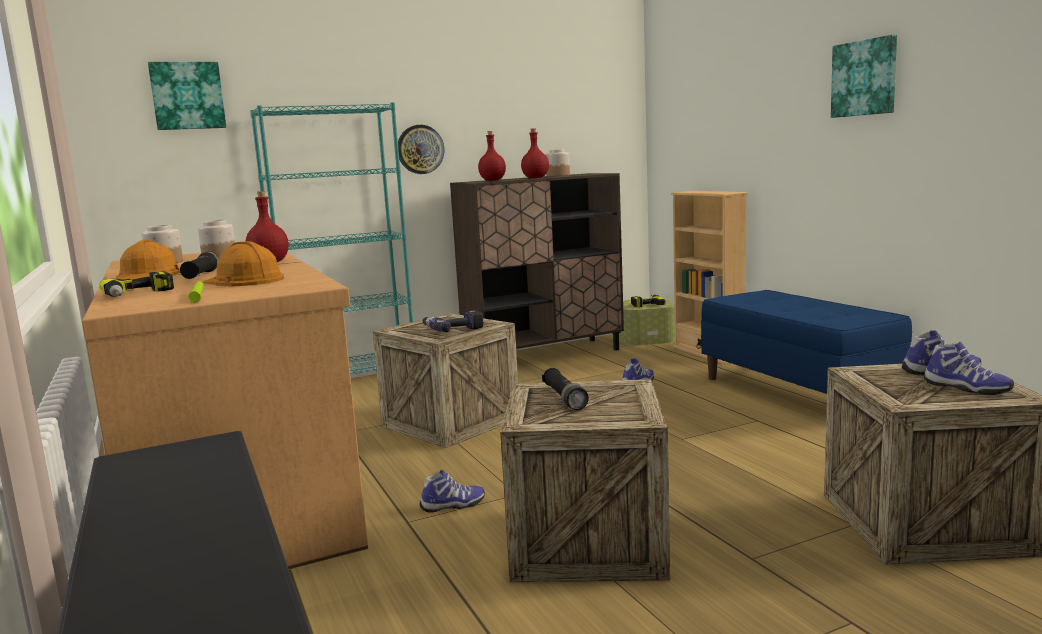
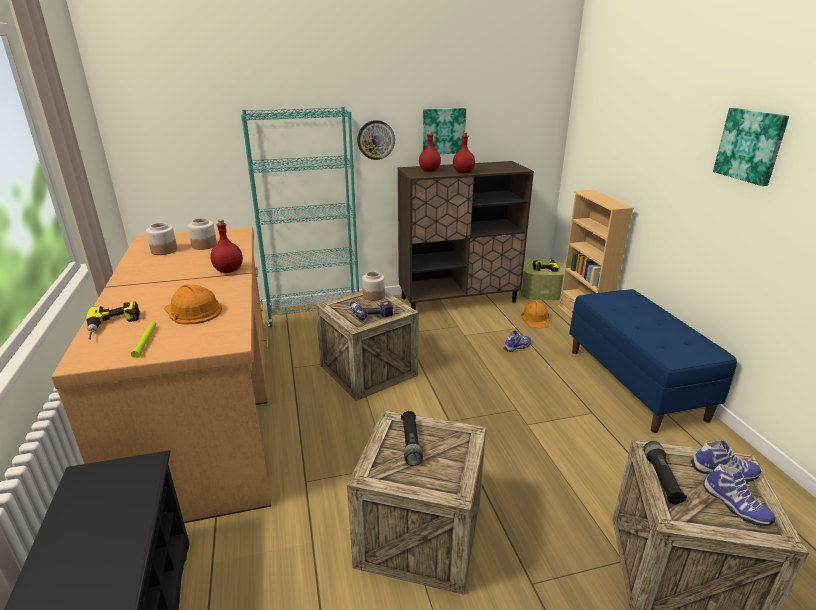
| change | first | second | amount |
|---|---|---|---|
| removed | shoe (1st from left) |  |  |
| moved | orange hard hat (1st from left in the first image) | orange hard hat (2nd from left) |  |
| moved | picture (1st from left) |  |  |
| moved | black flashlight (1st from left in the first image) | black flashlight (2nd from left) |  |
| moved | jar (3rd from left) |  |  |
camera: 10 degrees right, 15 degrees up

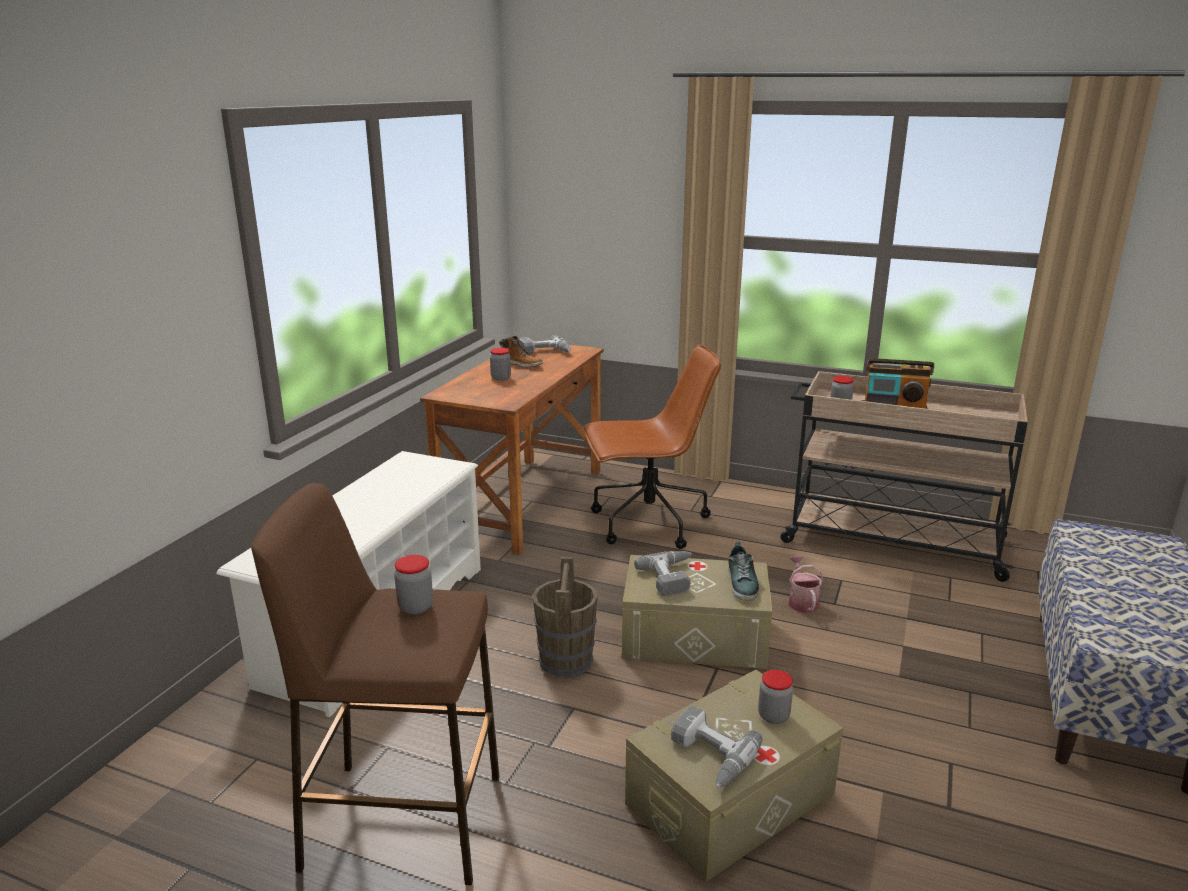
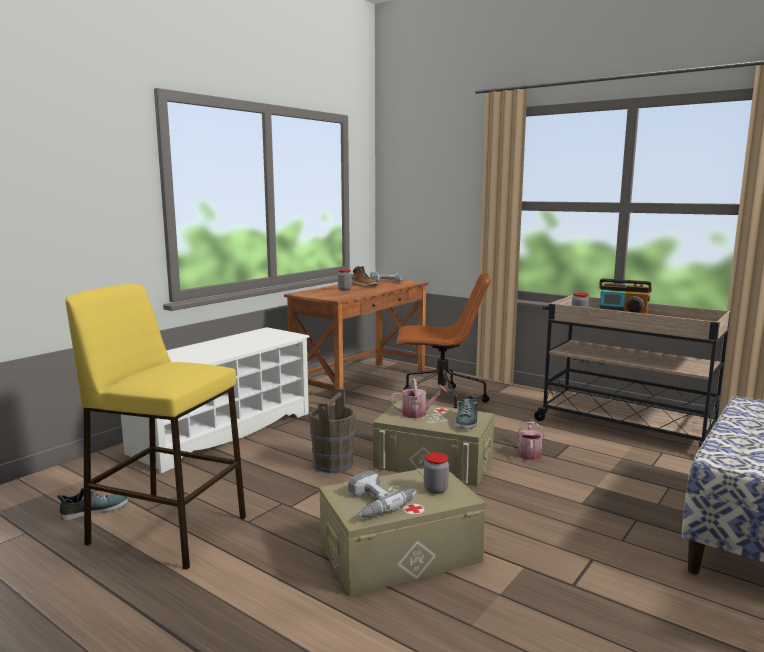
| change | first | second | amount |
|---|---|---|---|
| removed | jar (1st from left) |  |  |
| added |  | shoe (1st from left) |  |
| replaced | power drill (2nd from left) | watering can (1st from left) |  |
| recoloured | brown stool | yellow stool |  |
camera: 15 degrees right, 10 degrees down

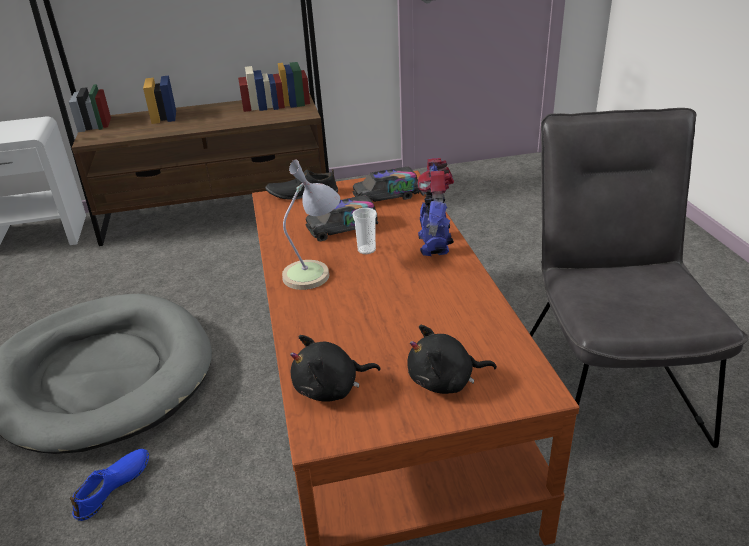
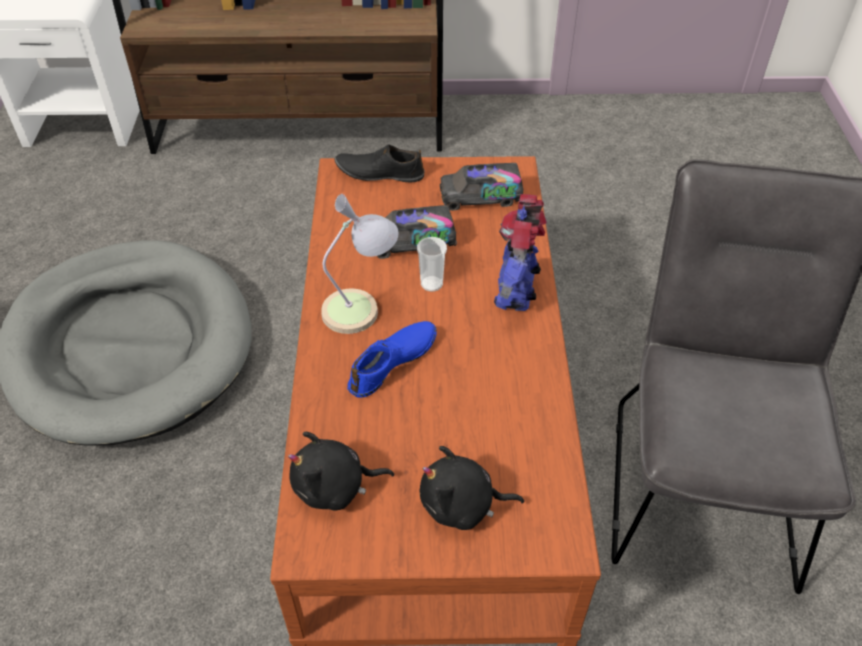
| change | first | second | amount |
|---|---|---|---|
| moved | blue shoe |  |  |
camera: 10 degrees right, 15 degrees up

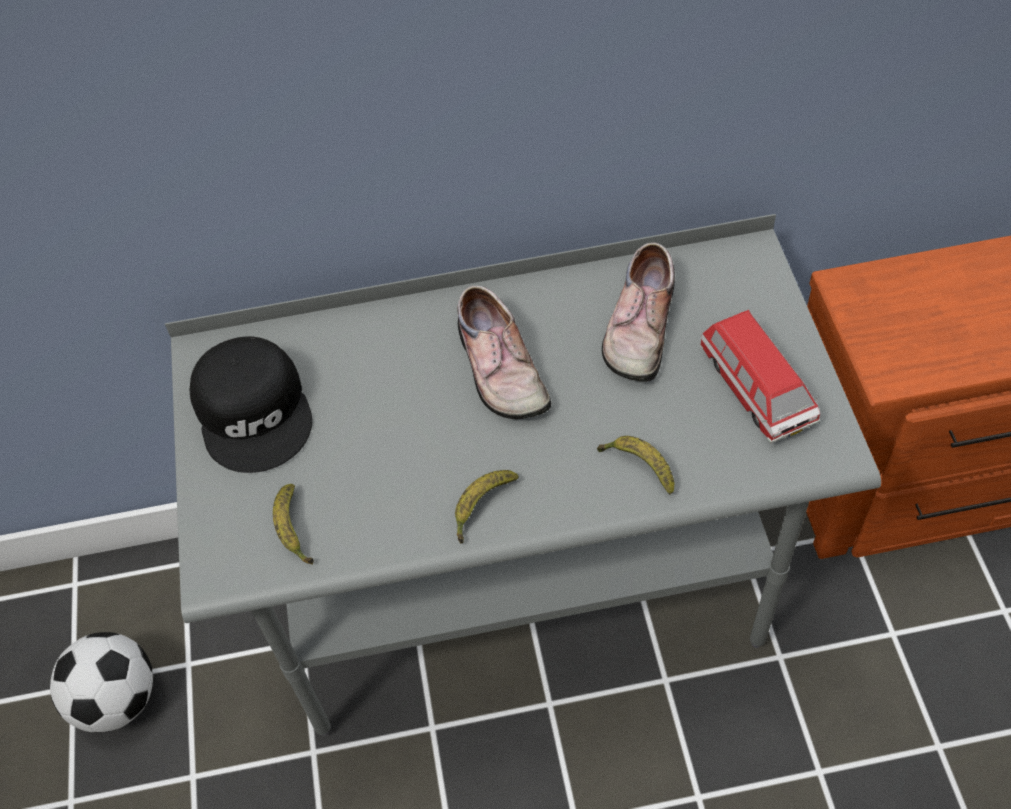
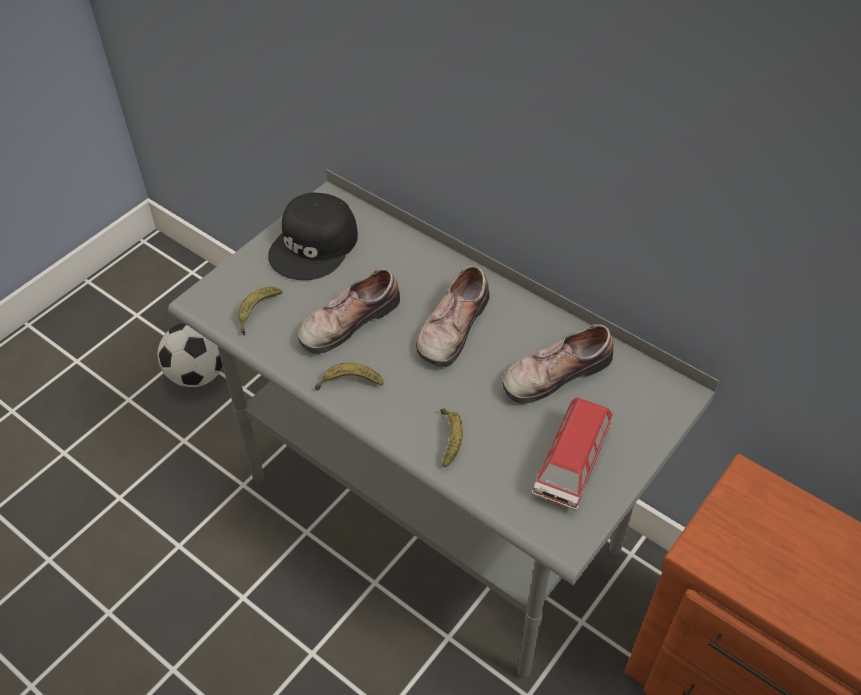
| change | first | second | amount |
|---|---|---|---|
| added |  | shoe (1st from left) |  |
camera: 45 degrees right, 5 degrees down

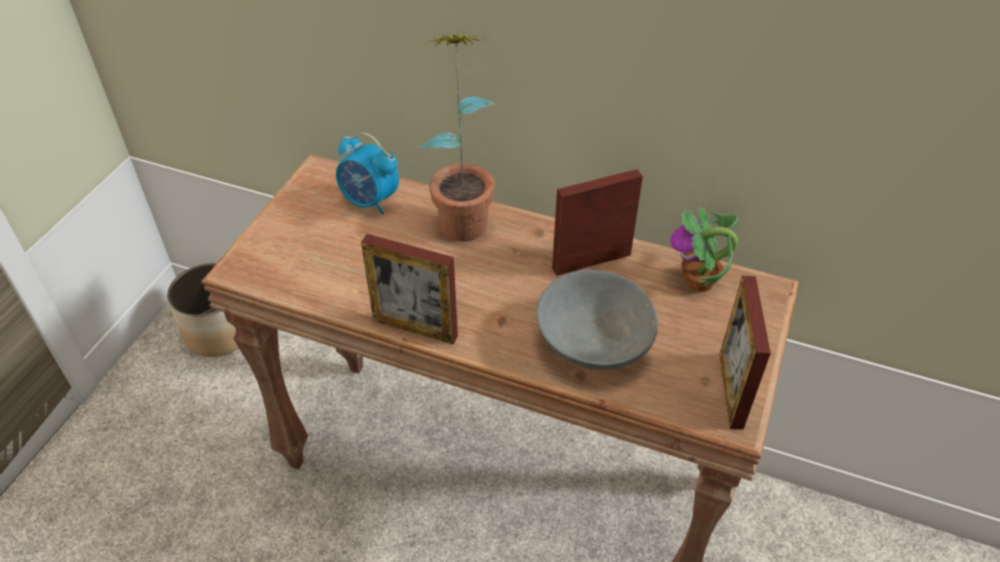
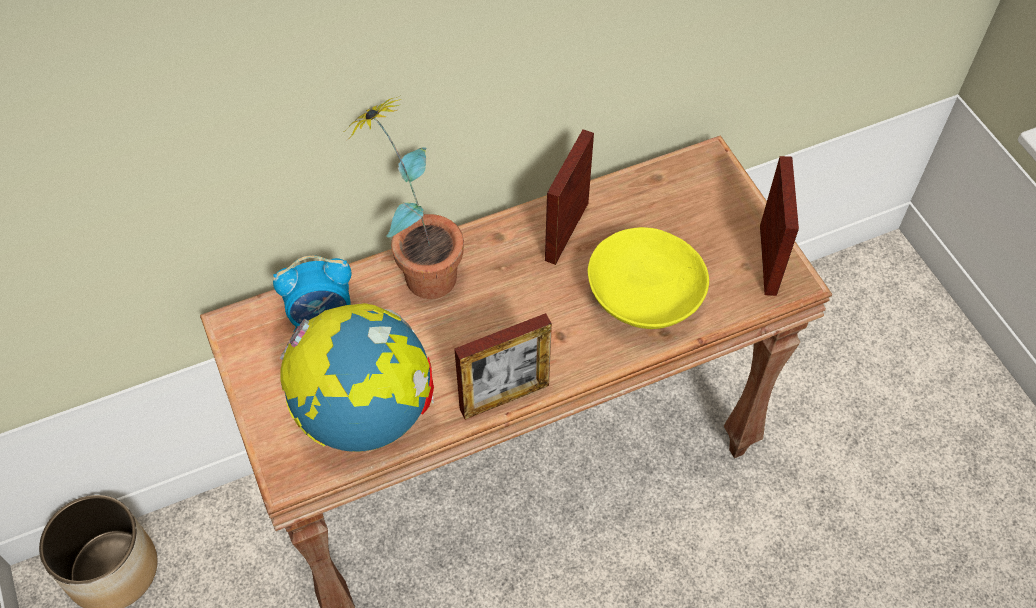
| change | first | second | amount |
|---|---|---|---|
| removed | potted plant (2nd from left) |  |  |
| added |  | globe |  |
| recoloured | grey bowl | yellow bowl |  |
| turned | picture frame (3rd from left) |  | 135 degrees counterclockwise |
camera: 45 degrees left, 10 degrees up

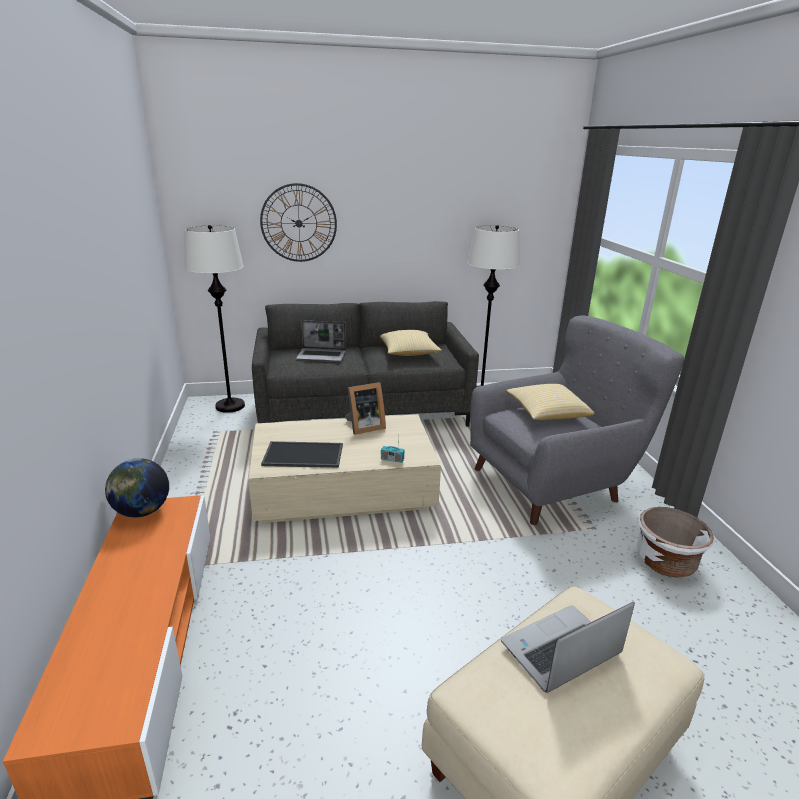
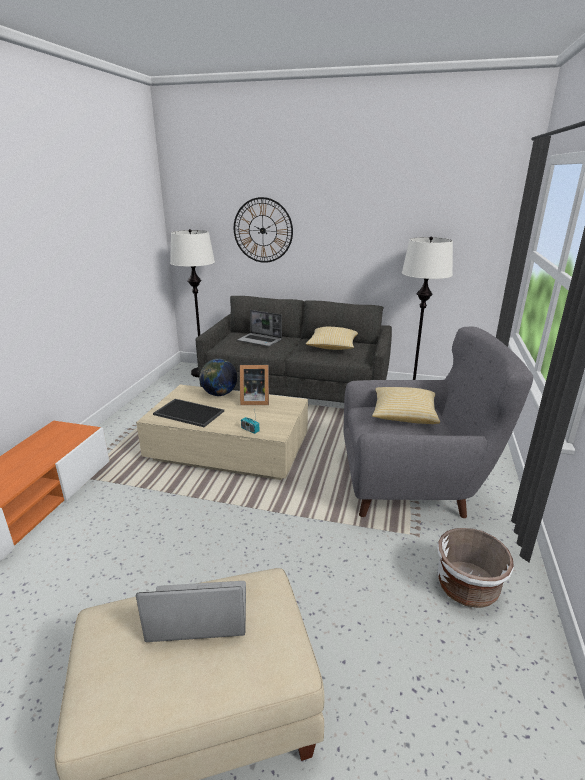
| change | first | second | amount |
|---|---|---|---|
| moved | globe |  |  |
camera: 25 degrees right, 0 degrees up

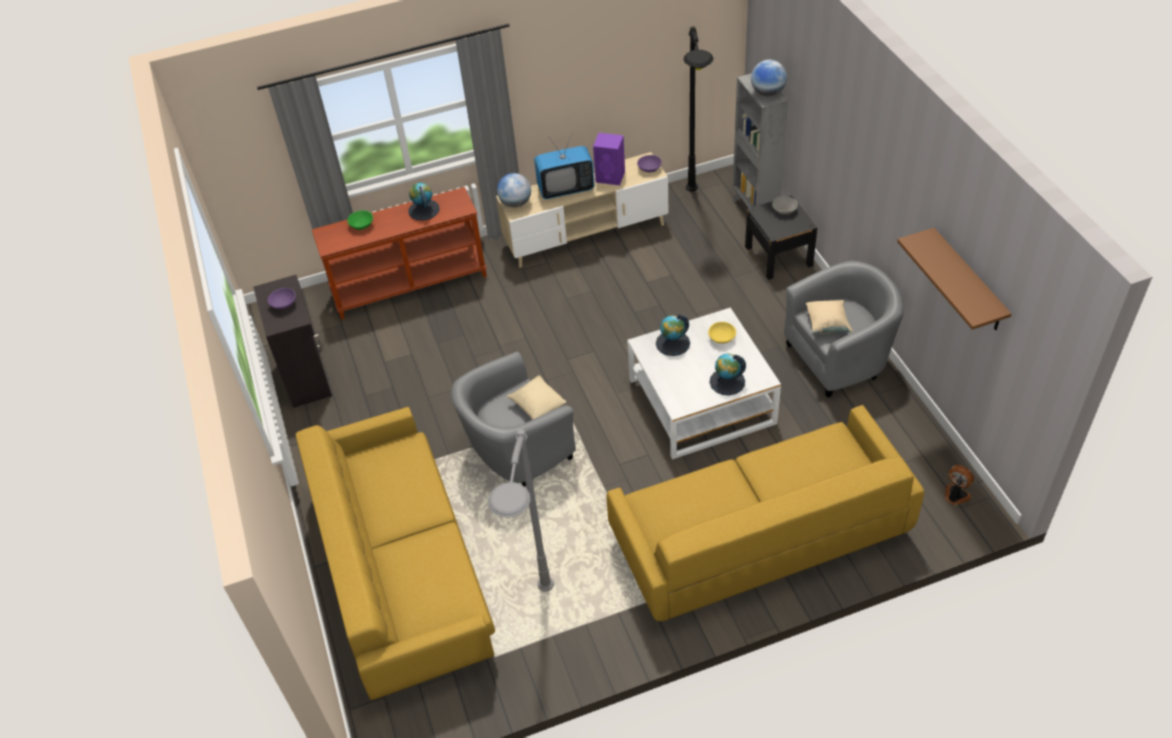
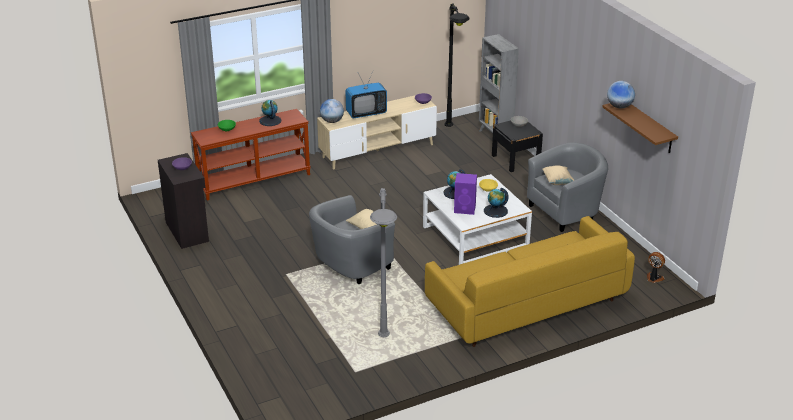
| change | first | second | amount |
|---|---|---|---|
| removed | yellow sofa (1st from left) |  |  |
| moved | purple speaker |  |  |
| moved | globe (5th from left) |  |  |
camera: 10 degrees left, 15 degrees down

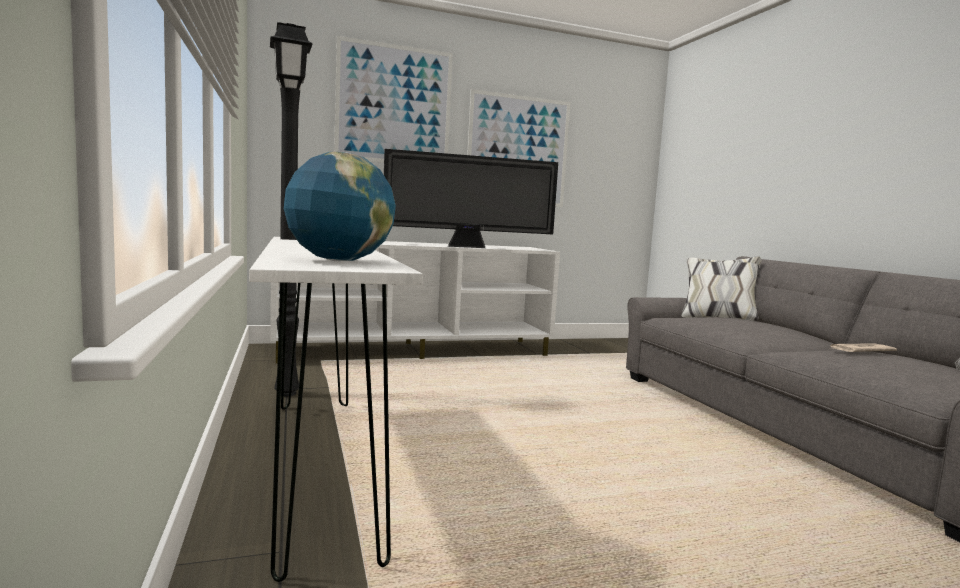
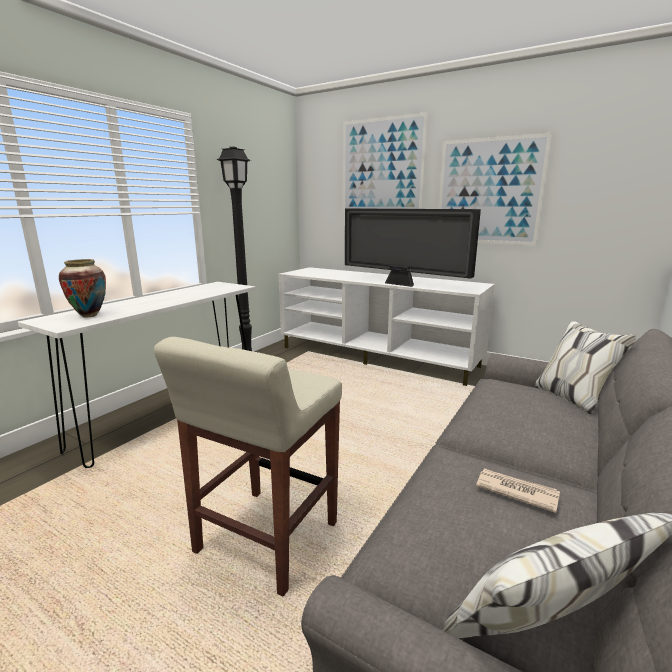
| change | first | second | amount |
|---|---|---|---|
| added |  | beige stool |  |
| replaced | globe | vase |  |
camera: 50 degrees right, 10 degrees up

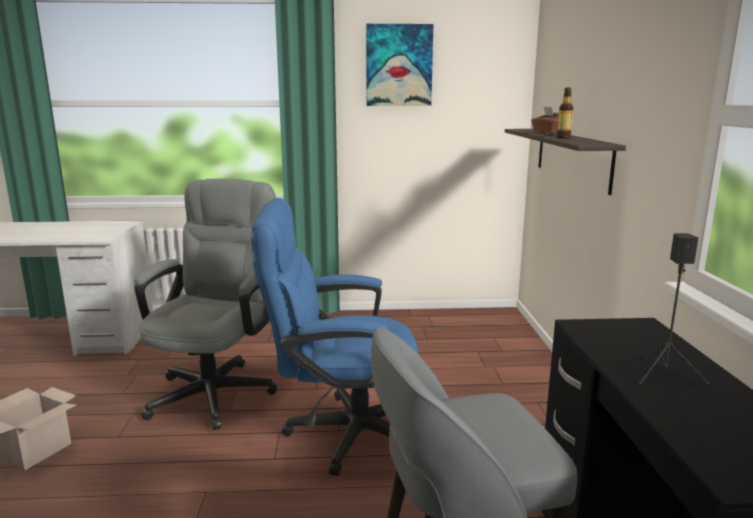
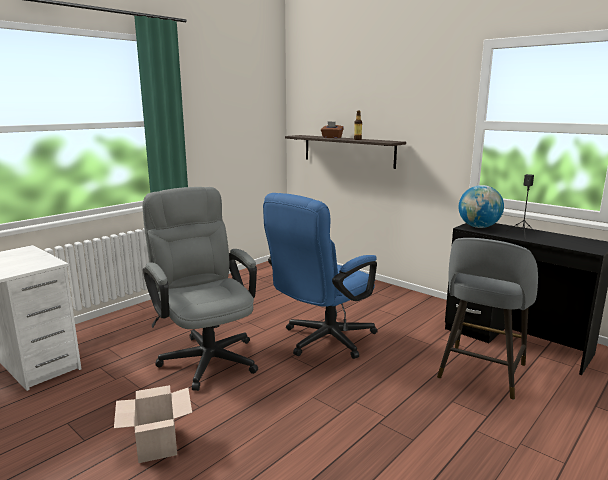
| change | first | second | amount |
|---|---|---|---|
| removed | picture |  |  |
| added |  | globe |  |
camera: 45 degrees left, 0 degrees up

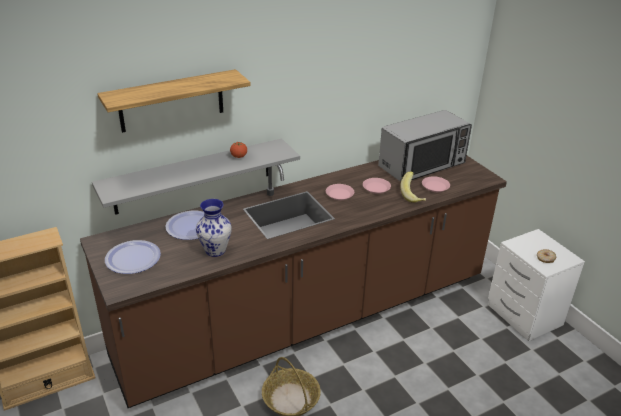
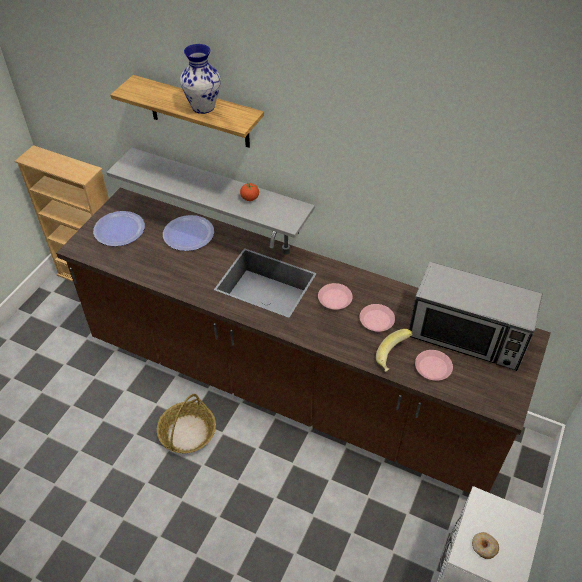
| change | first | second | amount |
|---|---|---|---|
| moved | vase |  |  |
camera: 55 degrees right, 15 degrees up

